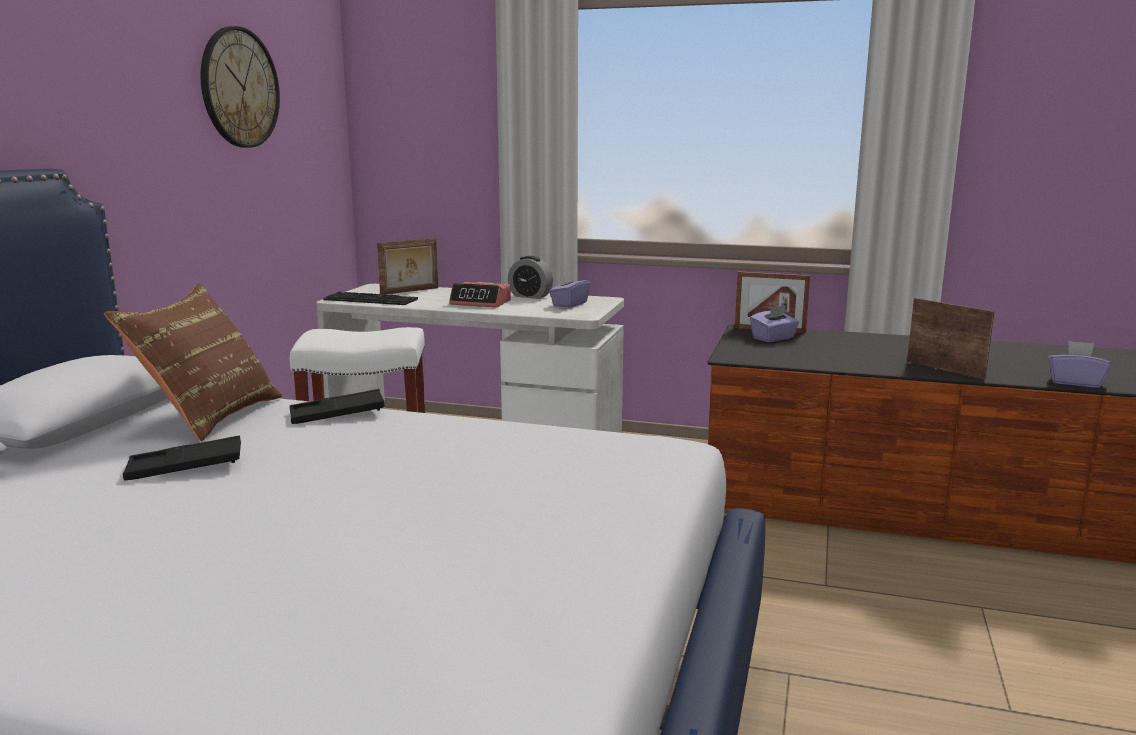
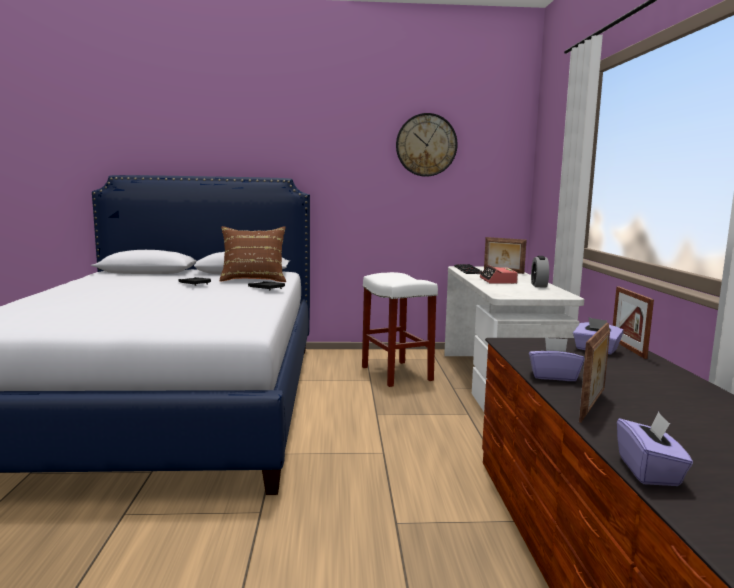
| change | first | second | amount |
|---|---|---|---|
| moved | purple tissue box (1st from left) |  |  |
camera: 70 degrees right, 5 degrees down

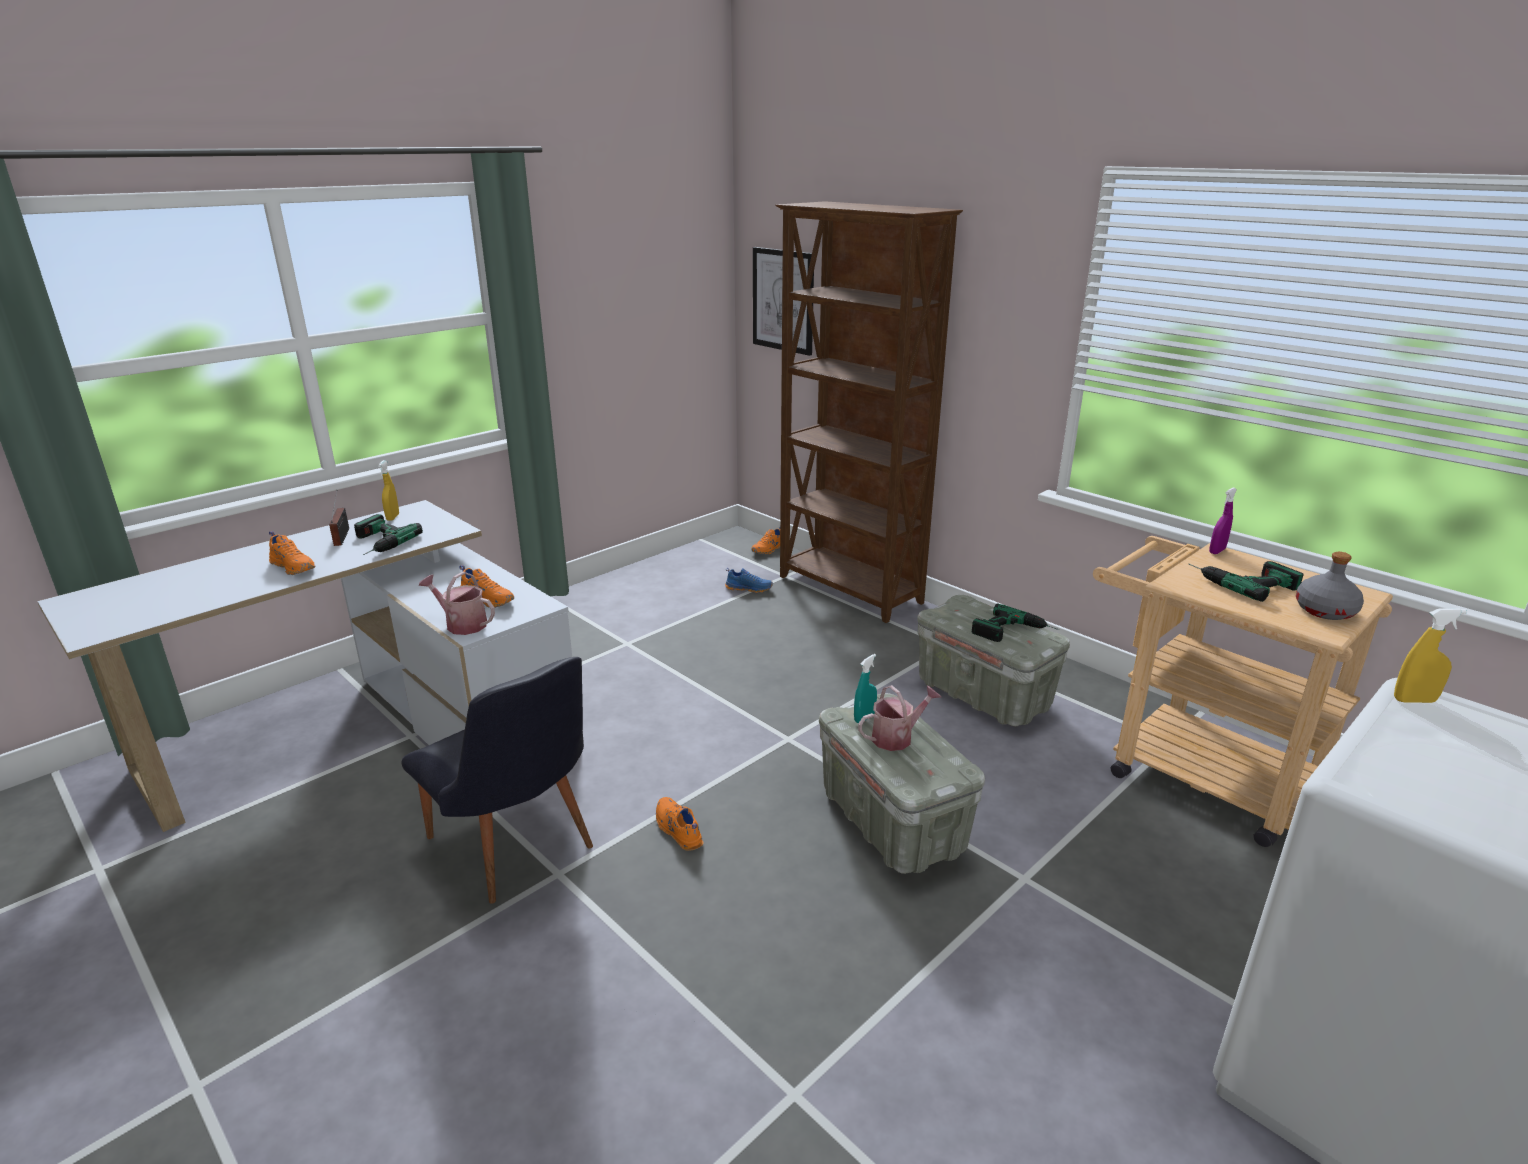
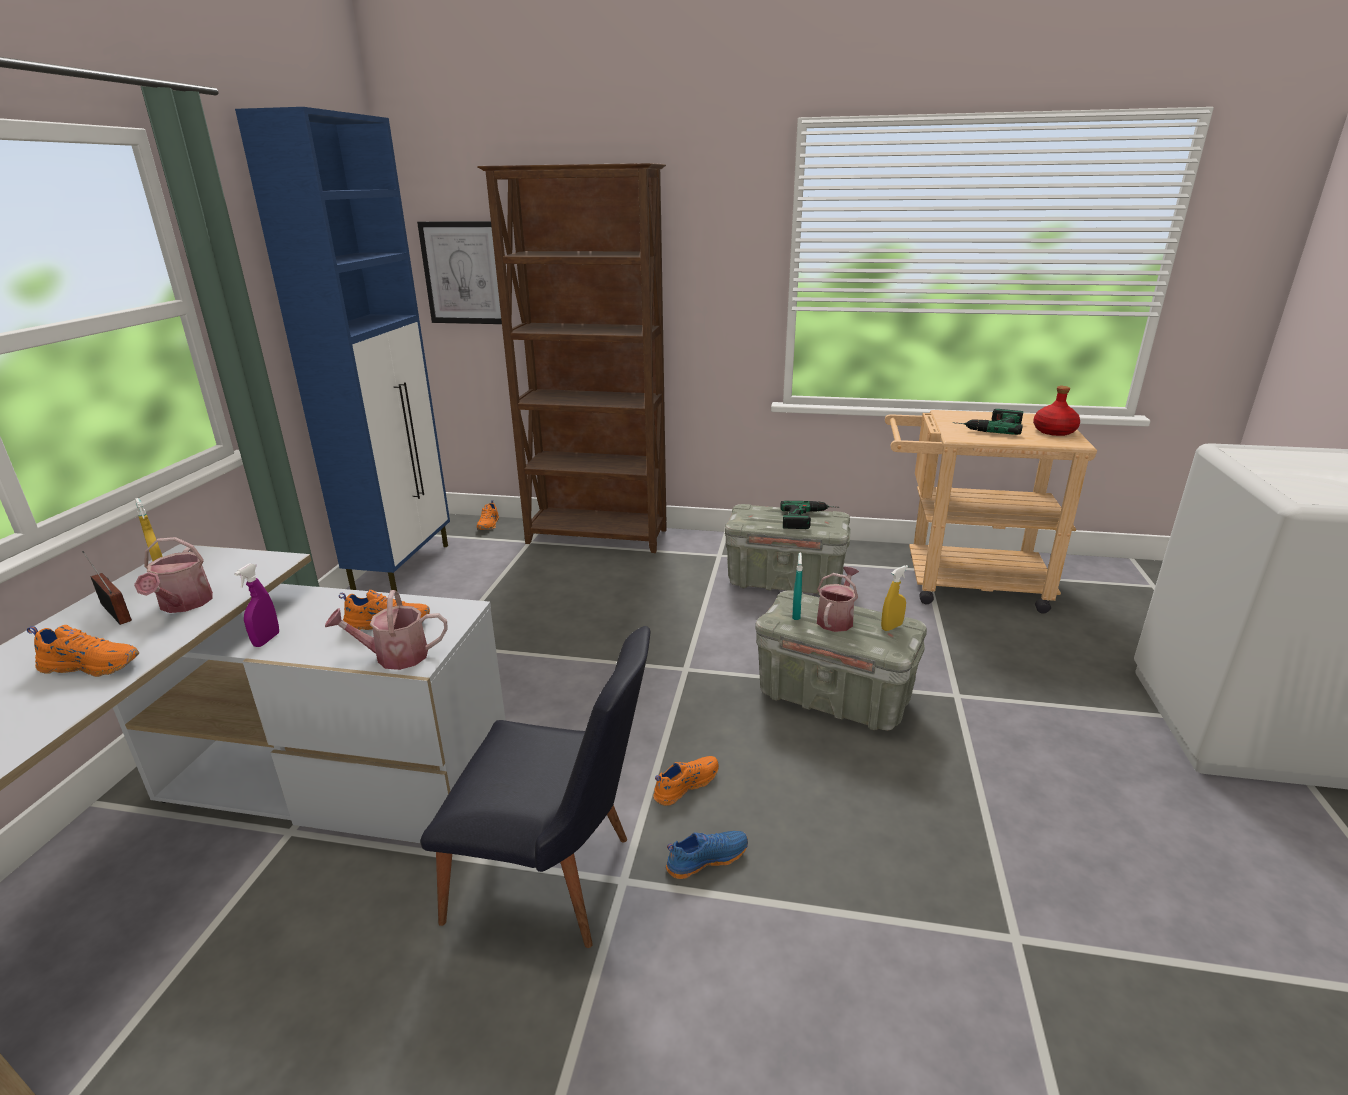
| change | first | second | amount |
|---|---|---|---|
| added |  | blue cabinet |  |
| moved | blue shoe |  |  |
| moved | purple spray bottle |  |  |
| moved | yellow spray bottle (2nd from left) |  |  |
| replaced | power drill (1st from left) | watering can (1st from left) |  |
| recoloured | grey bottle | red bottle |  |
| turned | orange shoe (3rd from left in the first image) | orange shoe (4th from left) | 120 degrees clockwise |
camera: 35 degrees left, 0 degrees up

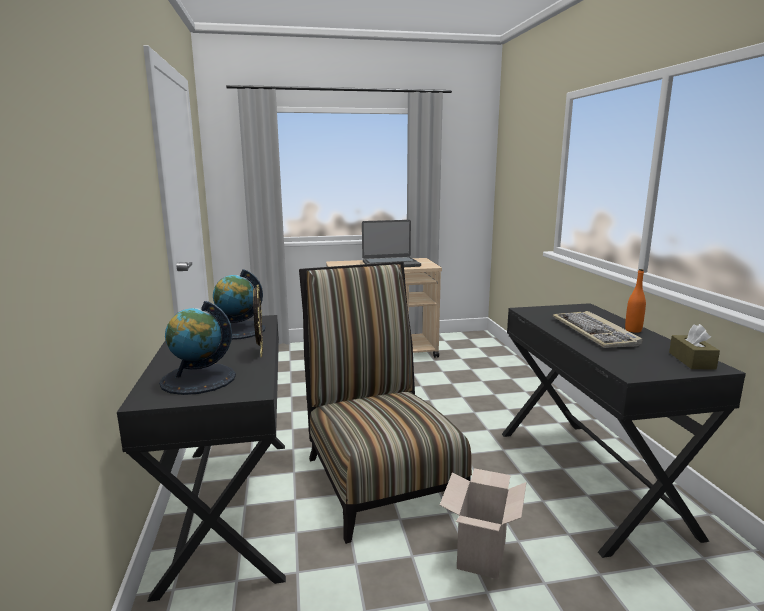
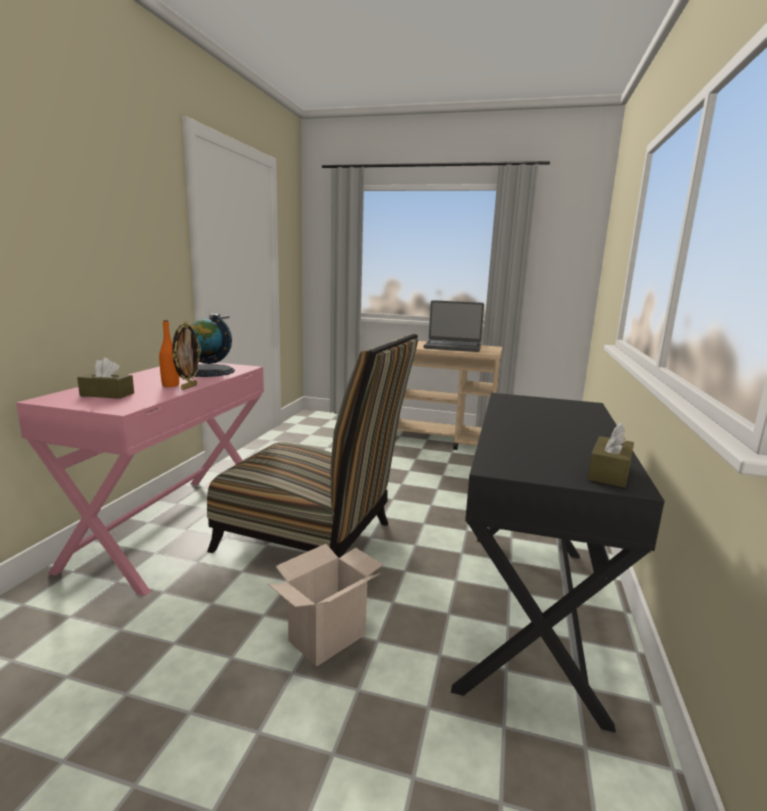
| change | first | second | amount |
|---|---|---|---|
| removed | keyboard |  |  |
| moved | orange bottle |  |  |
| replaced | globe (1st from left) | brown tissue box (1st from left) |  |
| recoloured | black desk (1st from left) | pink desk |  |
| turned | chair |  | 105 degrees clockwise |
camera: 25 degrees right, 0 degrees up

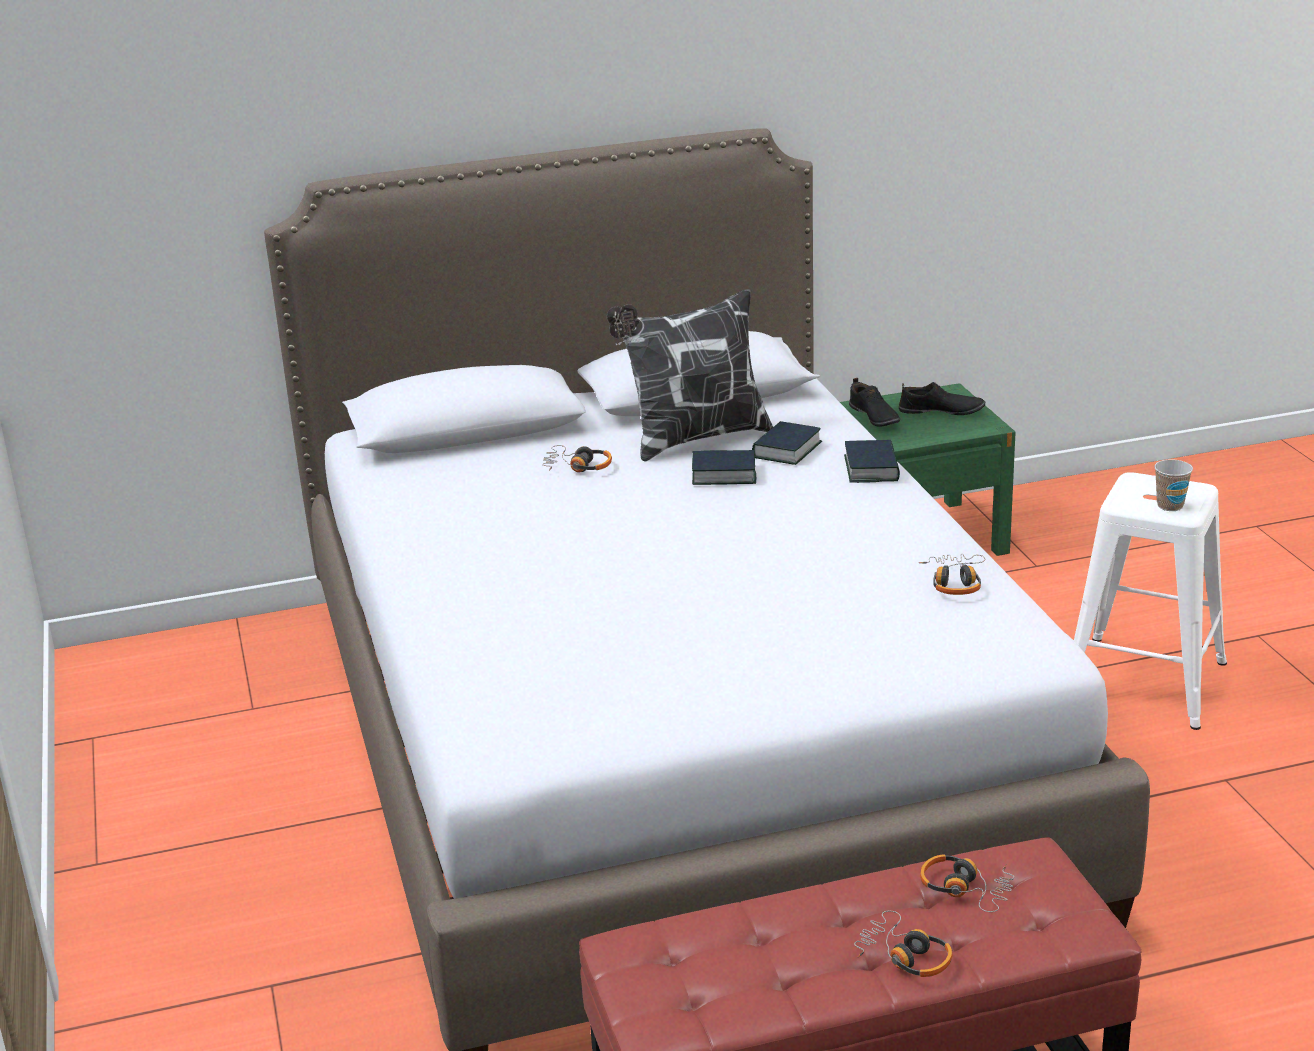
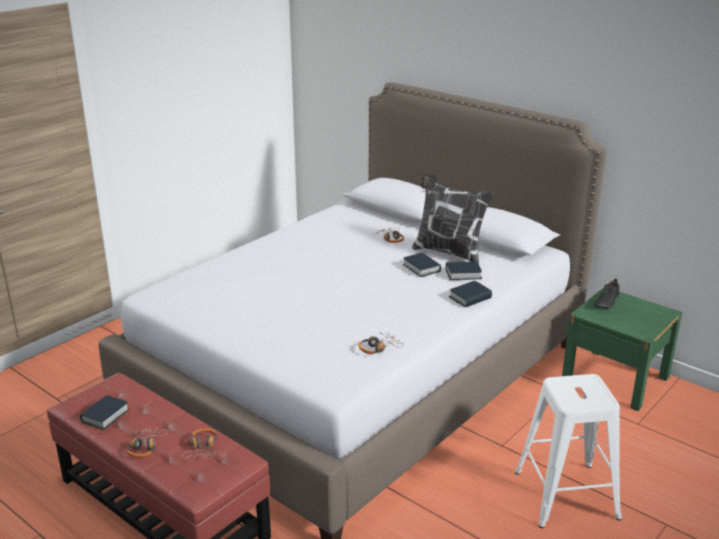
| change | first | second | amount |
|---|---|---|---|
| removed | black shoe (2nd from left) |  |  |
| removed | cup |  |  |
| added |  | book (1st from left) |  |
camera: 55 degrees right, 0 degrees up

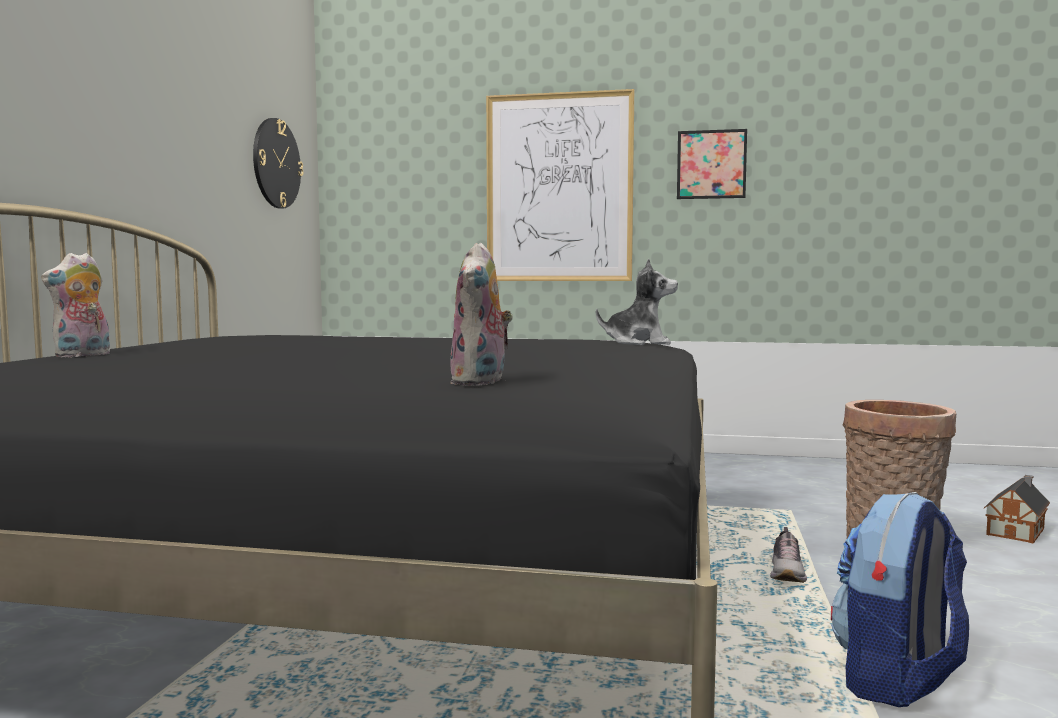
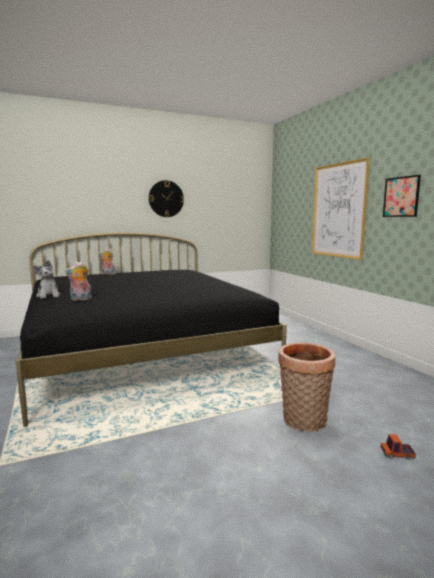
| change | first | second | amount |
|---|---|---|---|
| removed | shoe |  |  |
| removed | backpack |  |  |
| moved | wall clock |  |  |
| moved | plush toy (3rd from left in the first image) | plush toy (1st from left) |  |
| replaced | toy house | toy truck |  |
camera: 55 degrees right, 5 degrees up

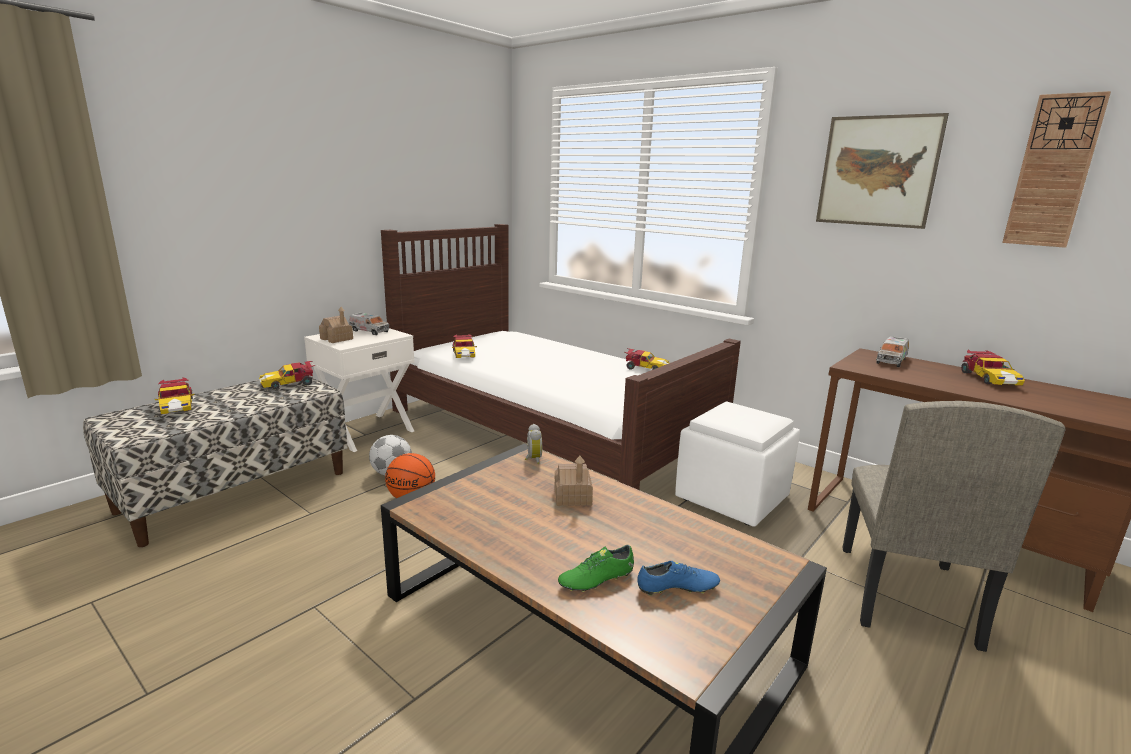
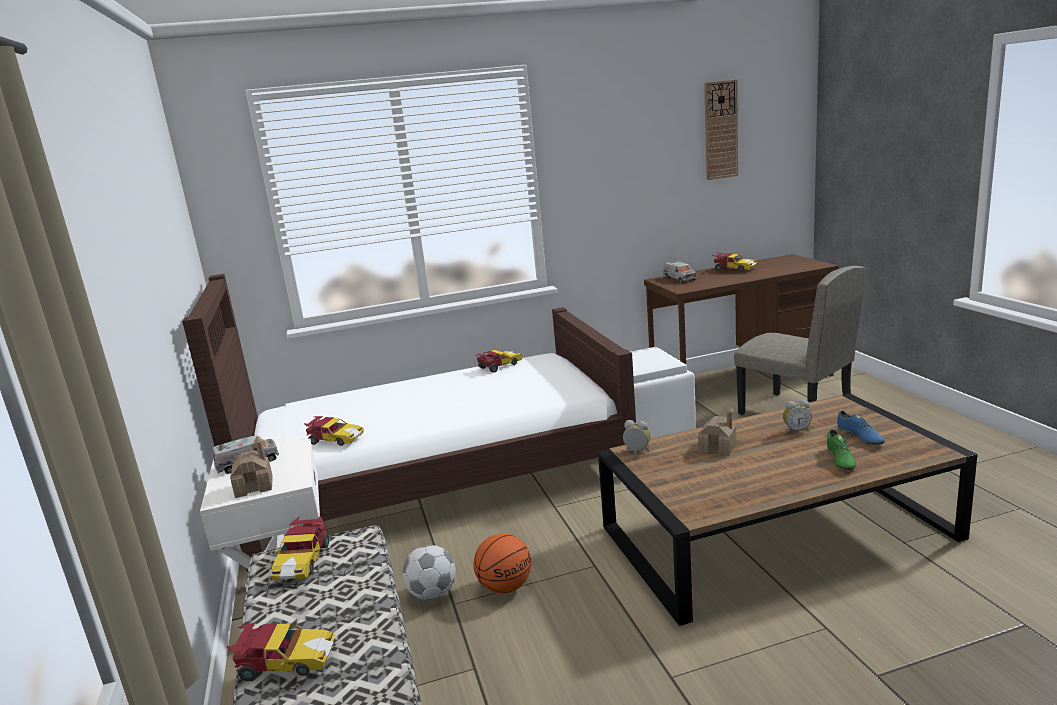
| change | first | second | amount |
|---|---|---|---|
| removed | picture |  |  |
| added |  | alarm clock (2nd from left) |  |
| turned | blue shoe |  | 135 degrees clockwise |
camera: 55 degrees left, 0 degrees up

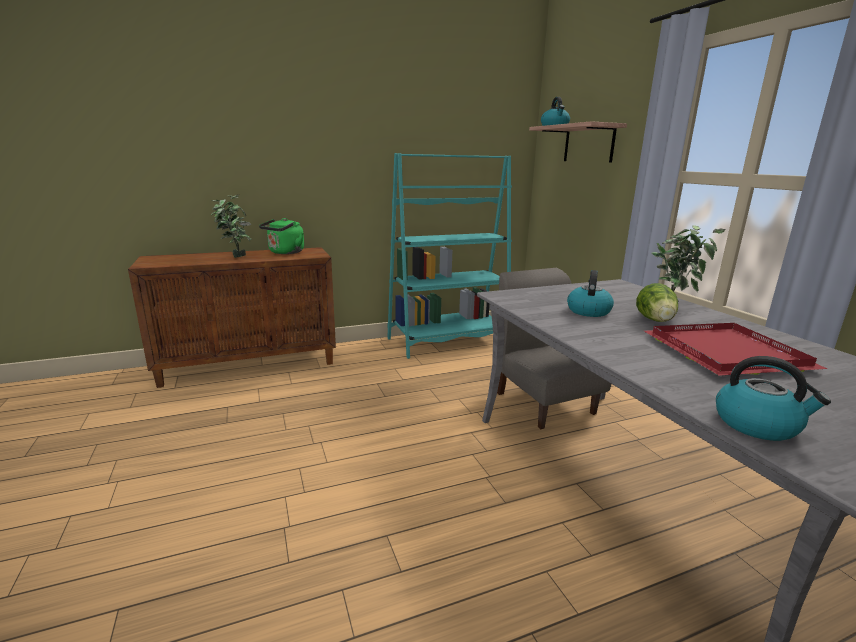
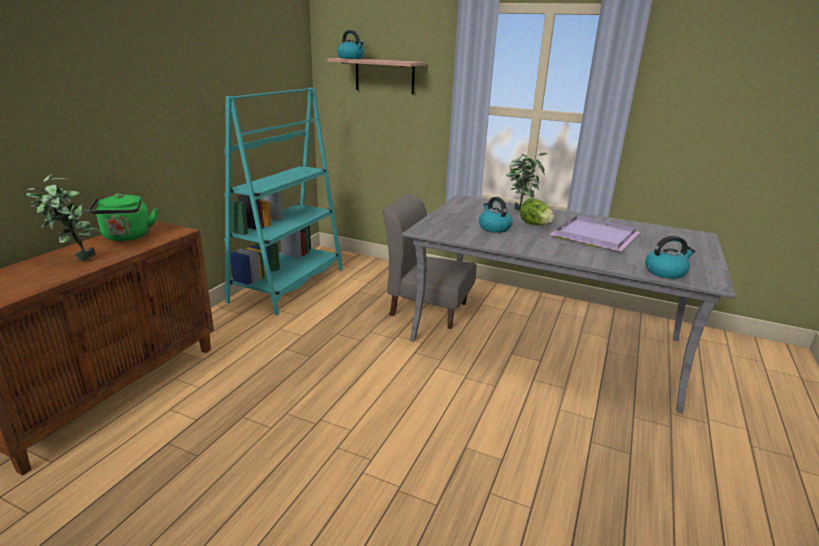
| change | first | second | amount |
|---|---|---|---|
| recoloured | red tray | purple tray |  |
camera: 45 degrees left, 5 degrees up

